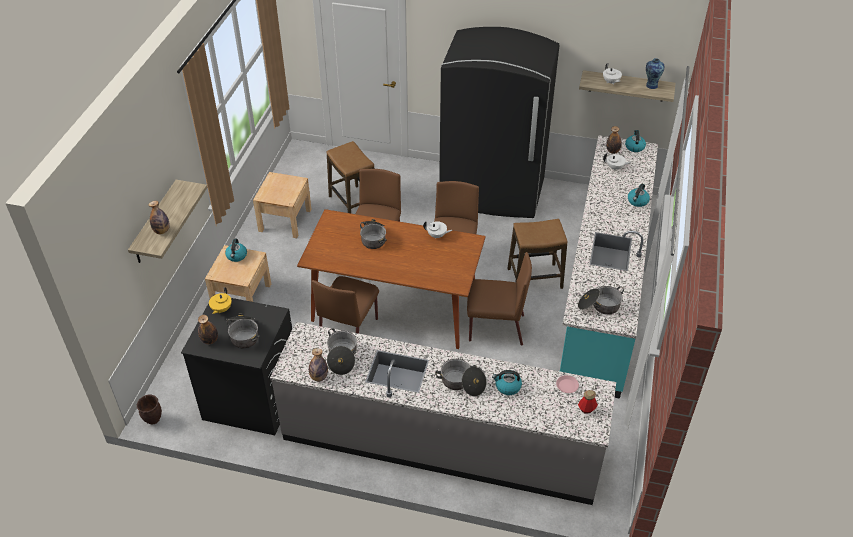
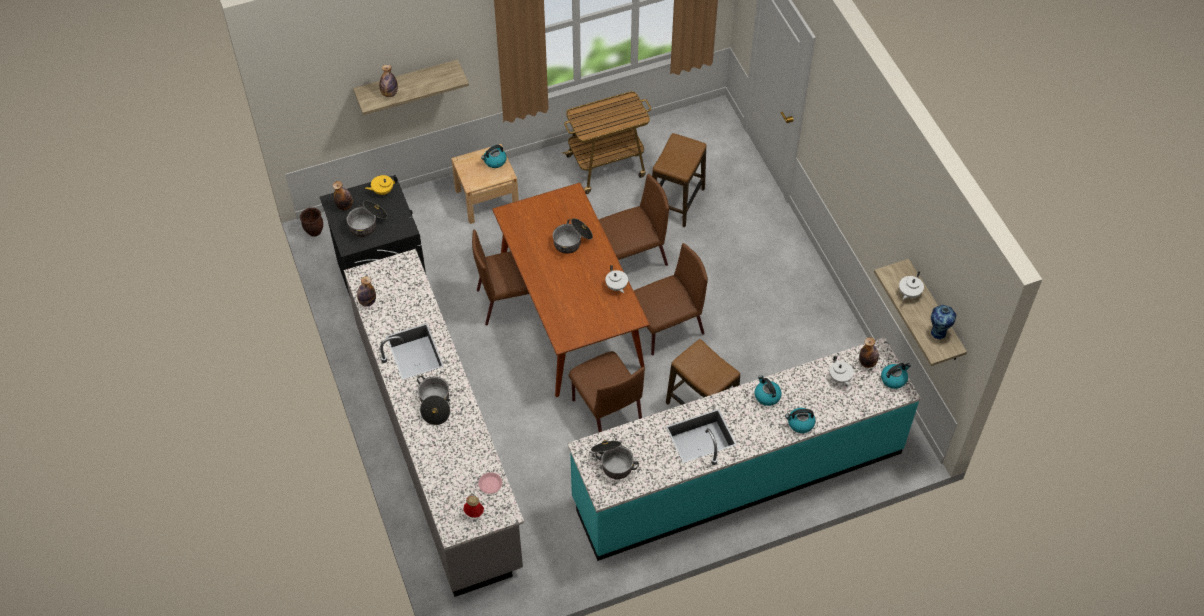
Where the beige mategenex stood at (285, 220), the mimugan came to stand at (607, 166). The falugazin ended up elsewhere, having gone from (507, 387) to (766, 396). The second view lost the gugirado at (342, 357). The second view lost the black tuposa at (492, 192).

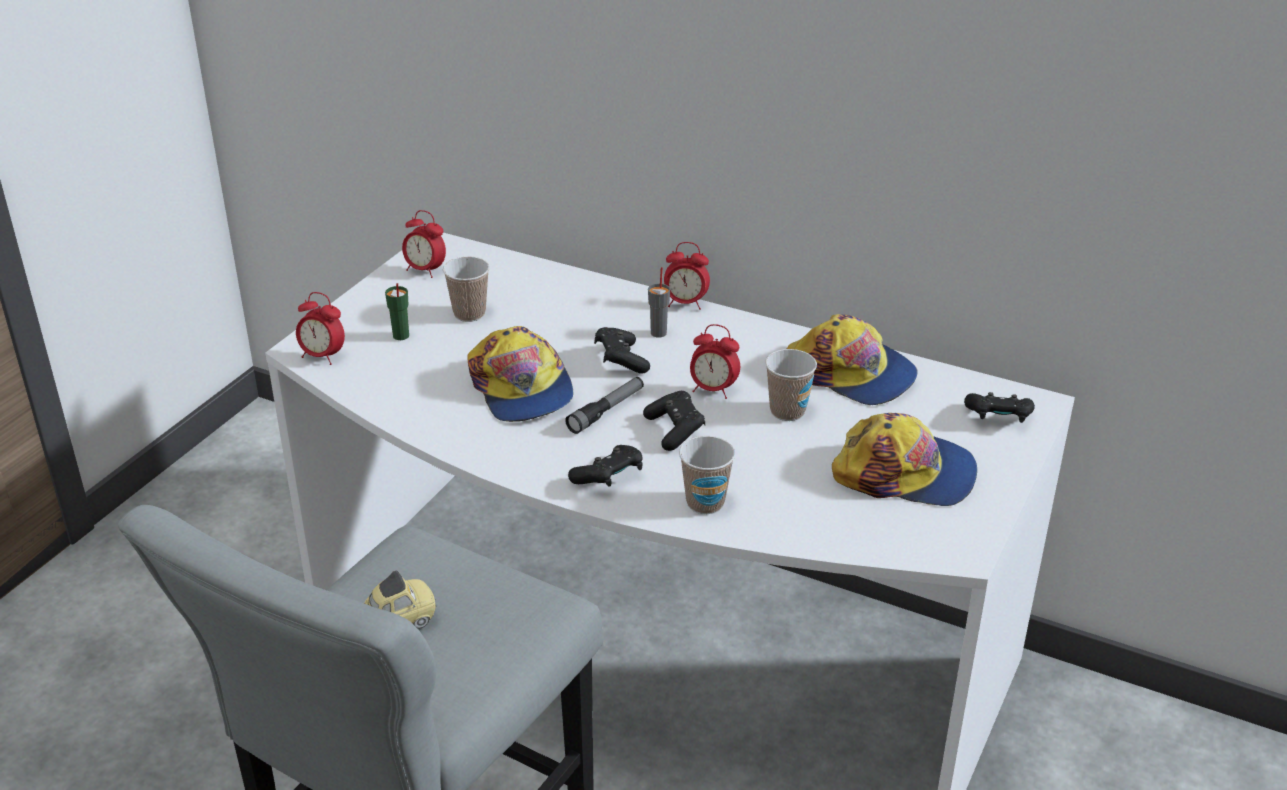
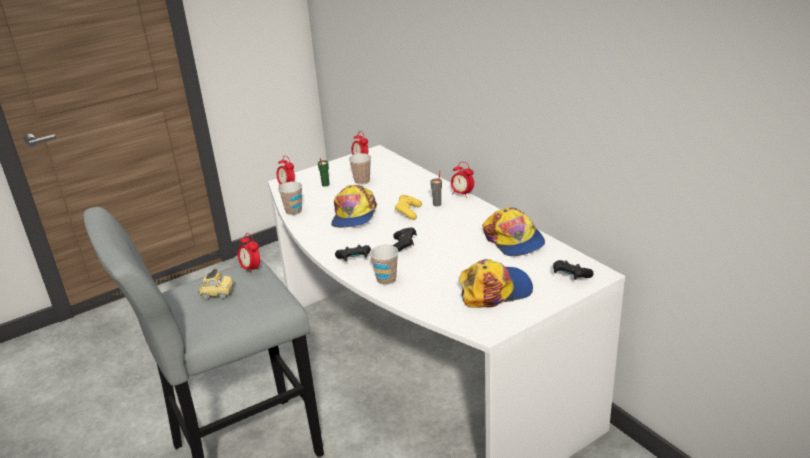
The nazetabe ended up elsewhere, having gone from (713, 390) to (251, 269). The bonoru ended up elsewhere, having gone from (787, 411) to (293, 211). What was the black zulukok at (620, 361) turned into the yellow zulukok at (408, 212). The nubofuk at (905, 473) ended up facing another way, 60 degrees counterclockwise from before. The second view lost the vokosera at (606, 411).

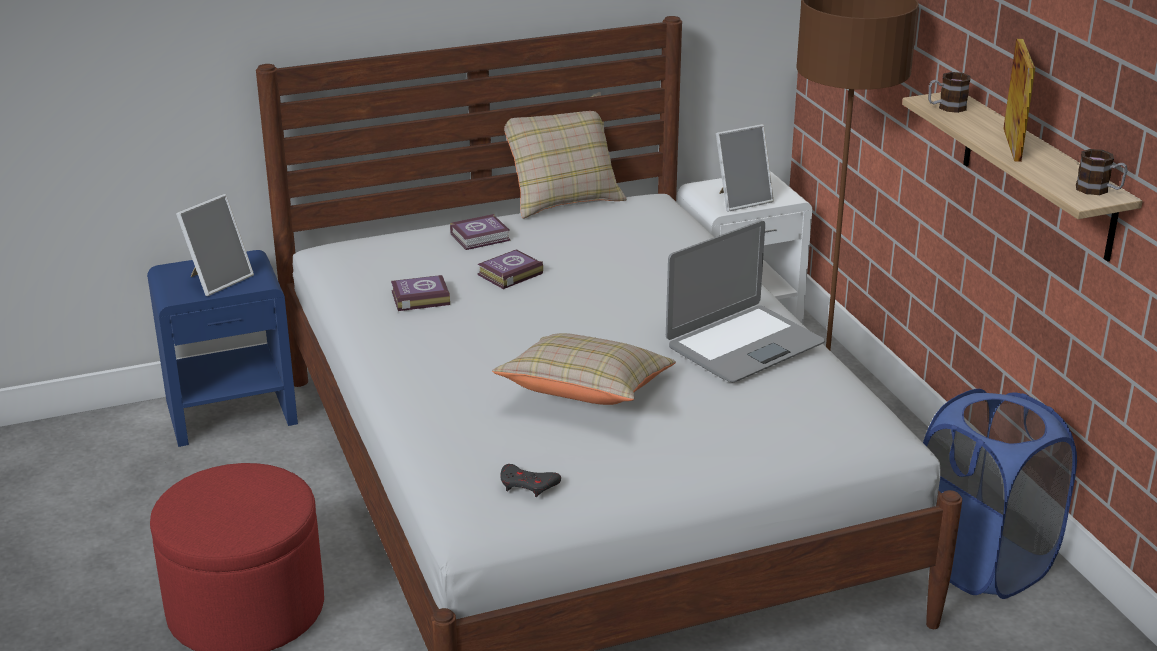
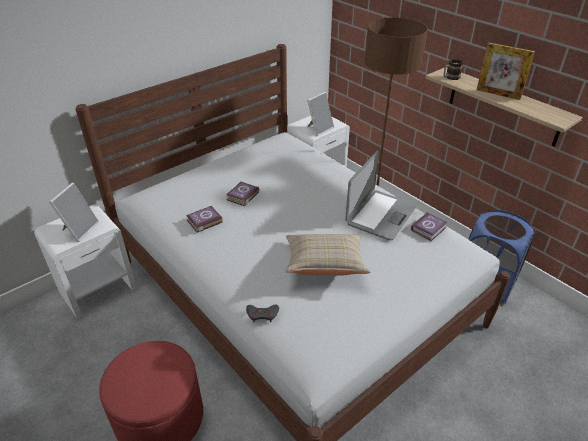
What was the blue mategenex at (232, 412) turned into the white mategenex at (98, 289). The grey zulukok ended up elsewhere, having gone from (528, 485) to (262, 314). The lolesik ended up elsewhere, having gone from (482, 237) to (429, 229). The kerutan at (1012, 144) ended up facing another way, 135 degrees clockwise from before. The second view lost the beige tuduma at (562, 199). The second view lost the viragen at (1099, 190).

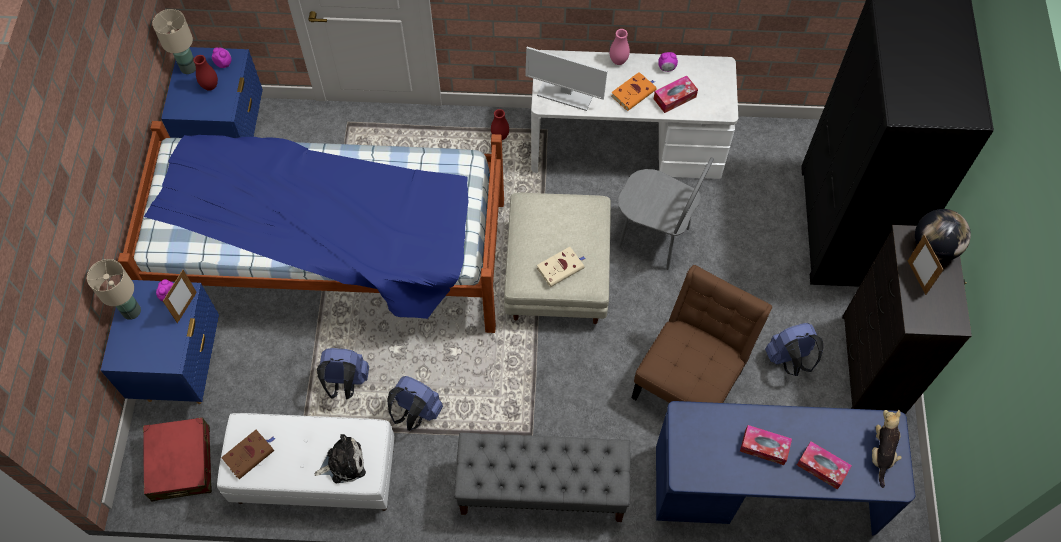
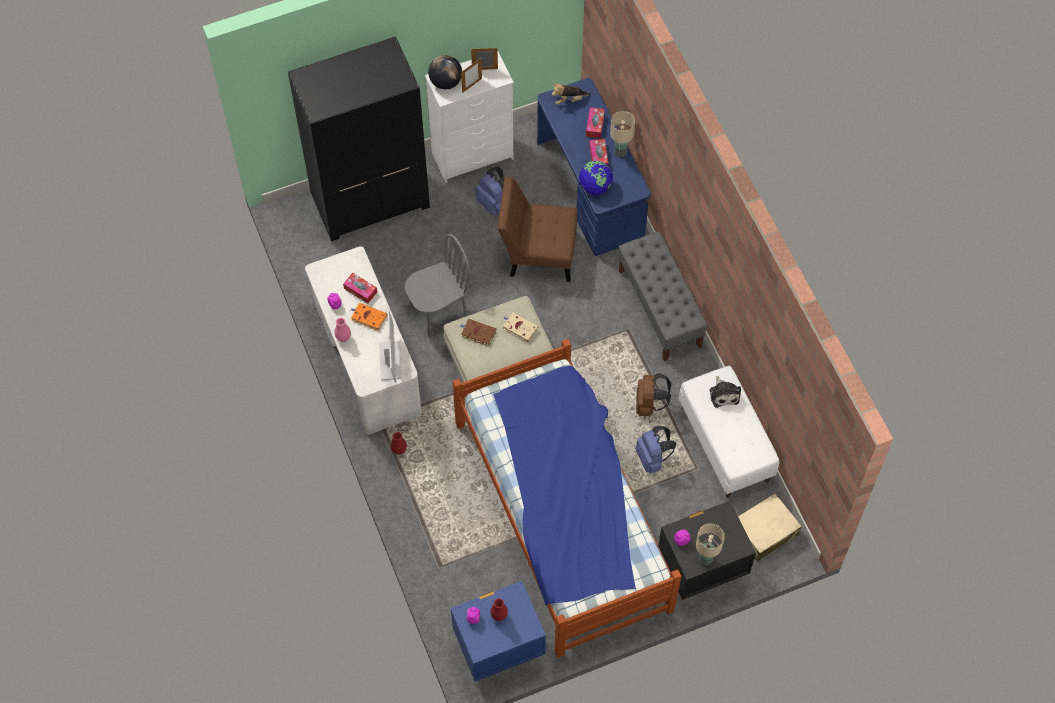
The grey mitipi at (653, 238) ended up facing another way, 60 degrees clockwise from before. What was the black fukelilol at (872, 365) turned into the white fukelilol at (473, 156). The brown lolesik ended up elsewhere, having gone from (250, 454) to (477, 333). The kerutan ended up elsewhere, having gone from (186, 307) to (485, 69). The second view gained the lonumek at (595, 186). The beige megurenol ended up elsewhere, having gone from (188, 68) to (620, 152). What was the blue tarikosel at (416, 412) turned into the brown tarikosel at (649, 404). What was the blue mategenex at (182, 369) turned into the black mategenex at (701, 570). The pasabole at (343, 463) ended up facing another way, 150 degrees counterclockwise from before. What was the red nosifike at (181, 463) turned into the beige nosifike at (764, 531).

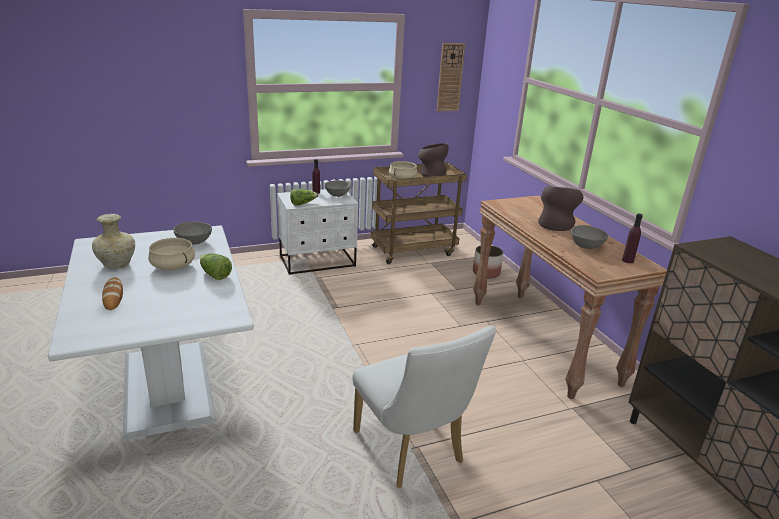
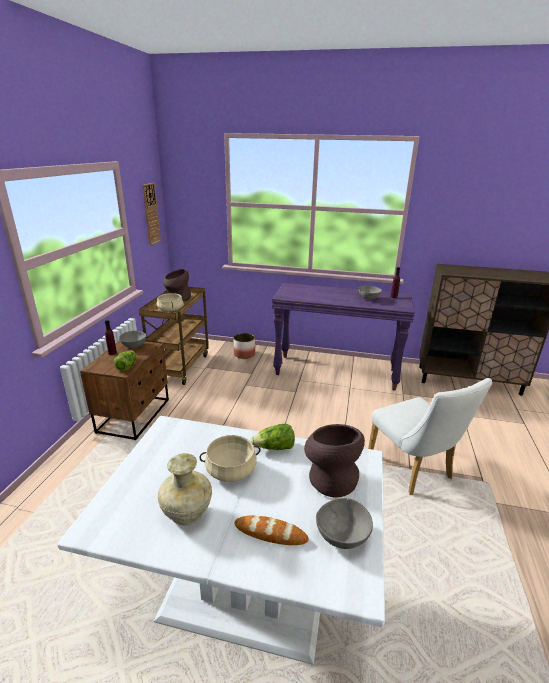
What was the white mategenex at (318, 262) turned into the brown mategenex at (135, 416). What was the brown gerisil at (543, 340) turned into the purple gerisil at (336, 372). The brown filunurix ended up elsewhere, having gone from (555, 224) to (330, 477). The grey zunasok ended up elsewhere, having gone from (193, 242) to (341, 536). The white mitipi at (412, 451) ended up facing another way, 60 degrees clockwise from before.

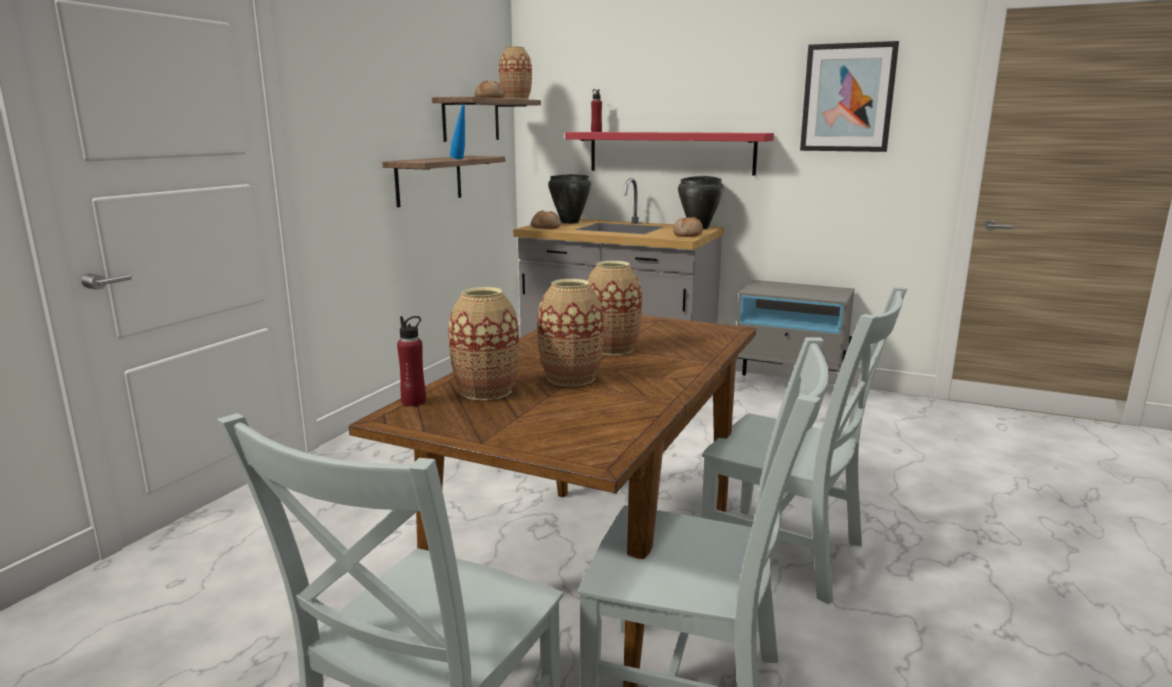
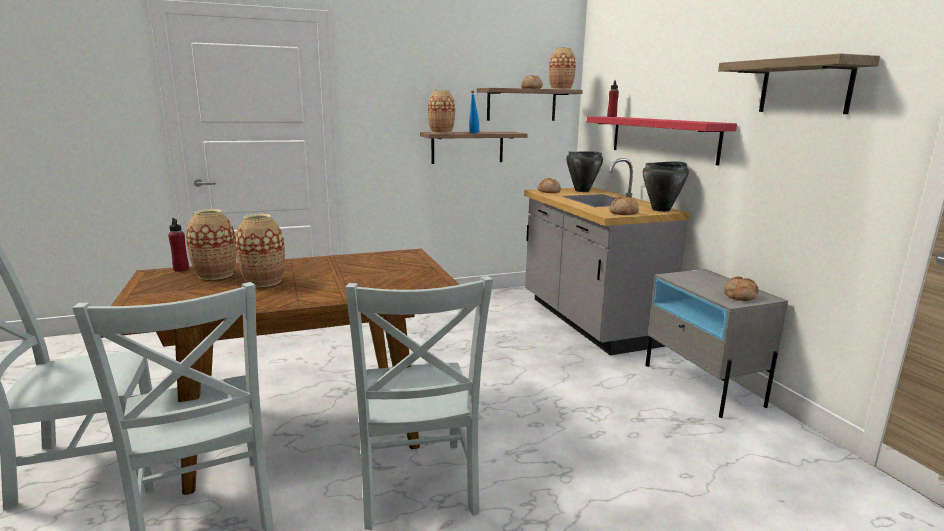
The filunurix ended up elsewhere, having gone from (612, 348) to (441, 132). Where the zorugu hung at (847, 98), the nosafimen came to hang at (805, 87). The second view gained the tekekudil at (739, 296).

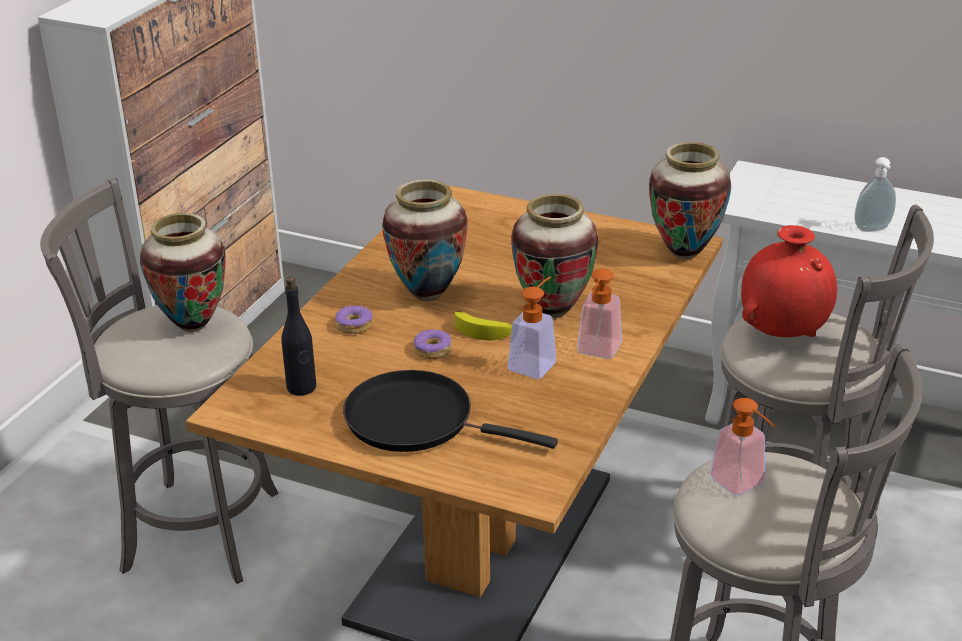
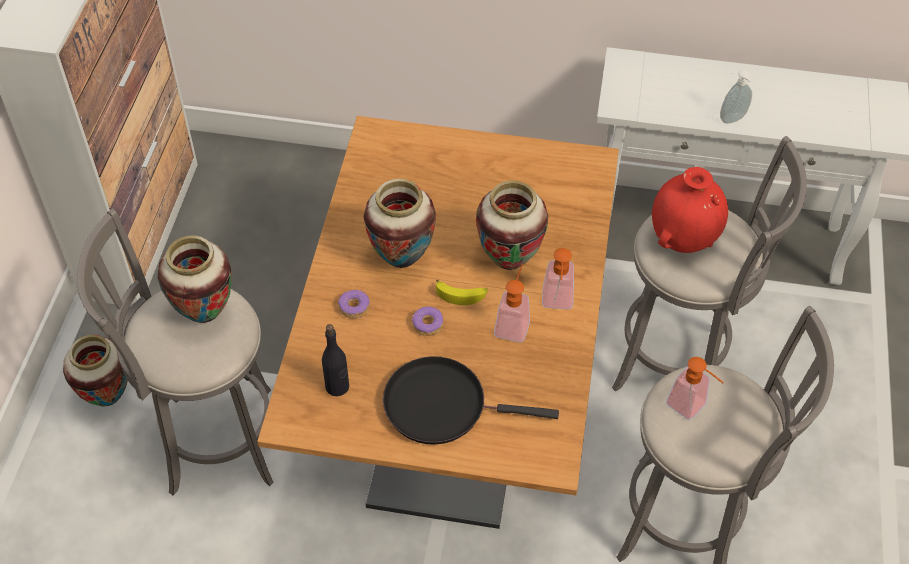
The filunurix ended up elsewhere, having gone from (684, 253) to (108, 398).

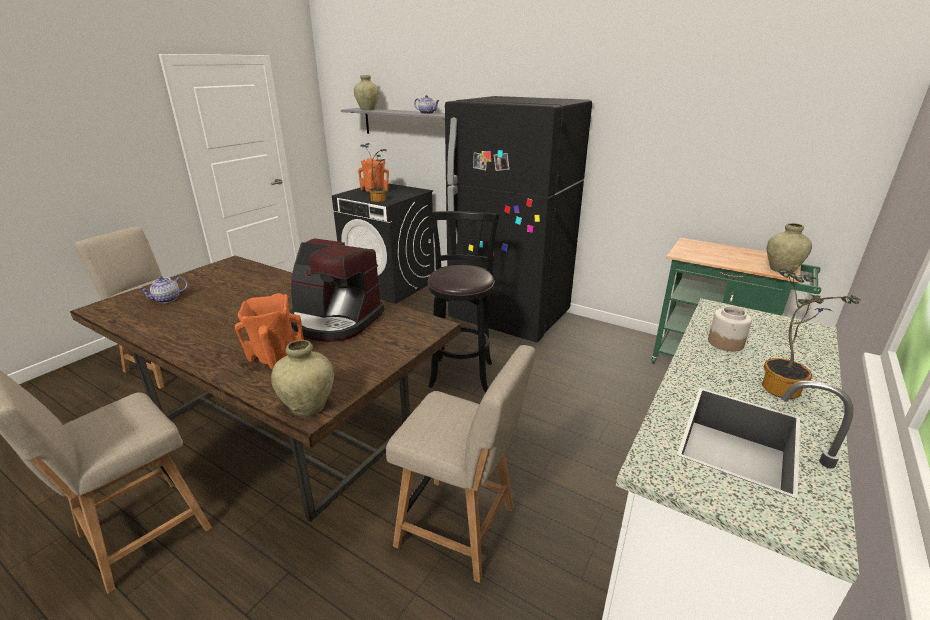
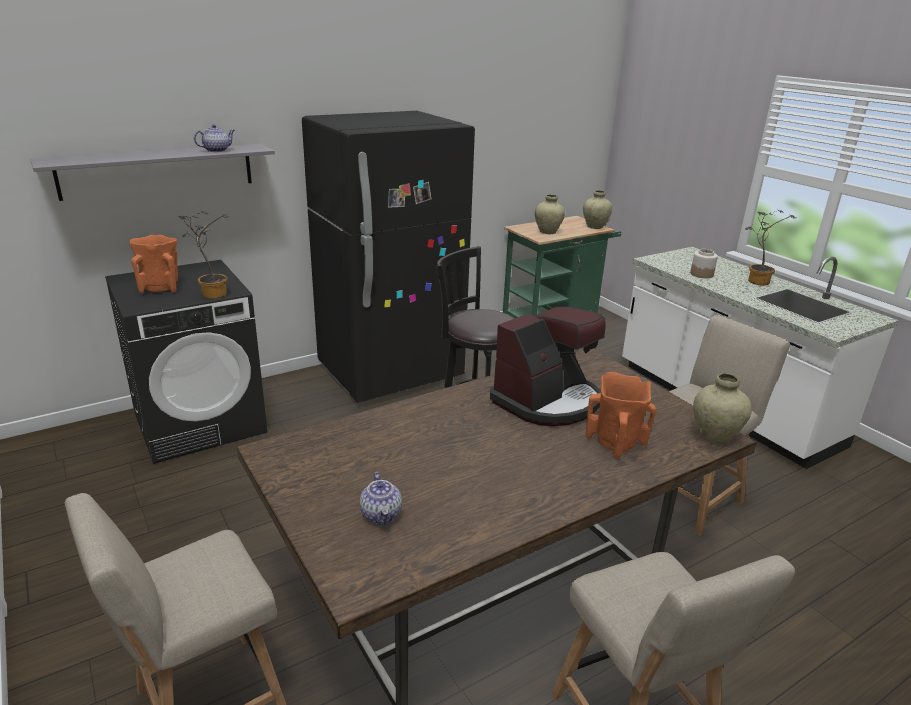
The beige filunurix ended up elsewhere, having gone from (368, 109) to (547, 232).

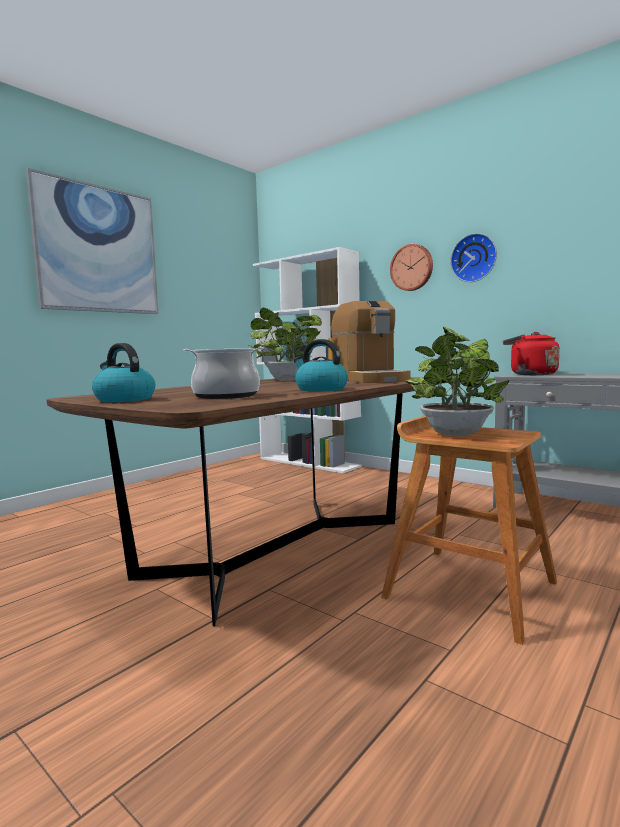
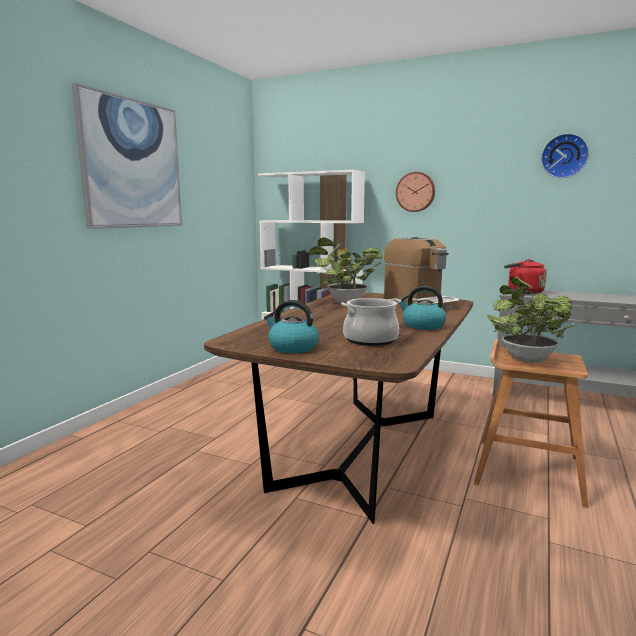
The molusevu ended up elsewhere, having gone from (474, 258) to (564, 156).

